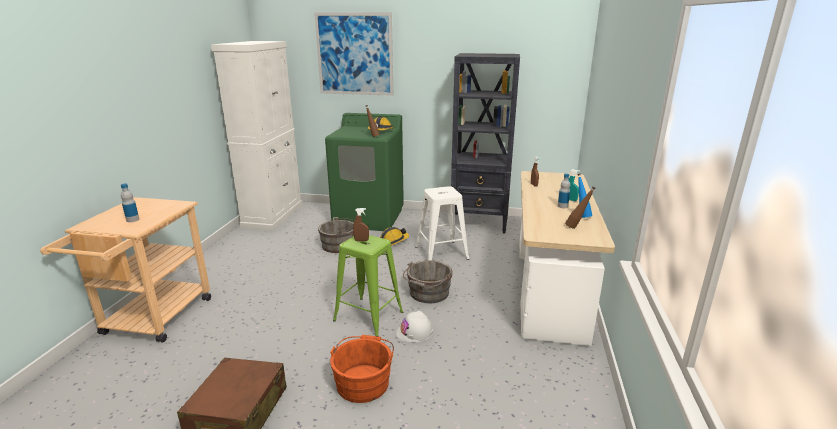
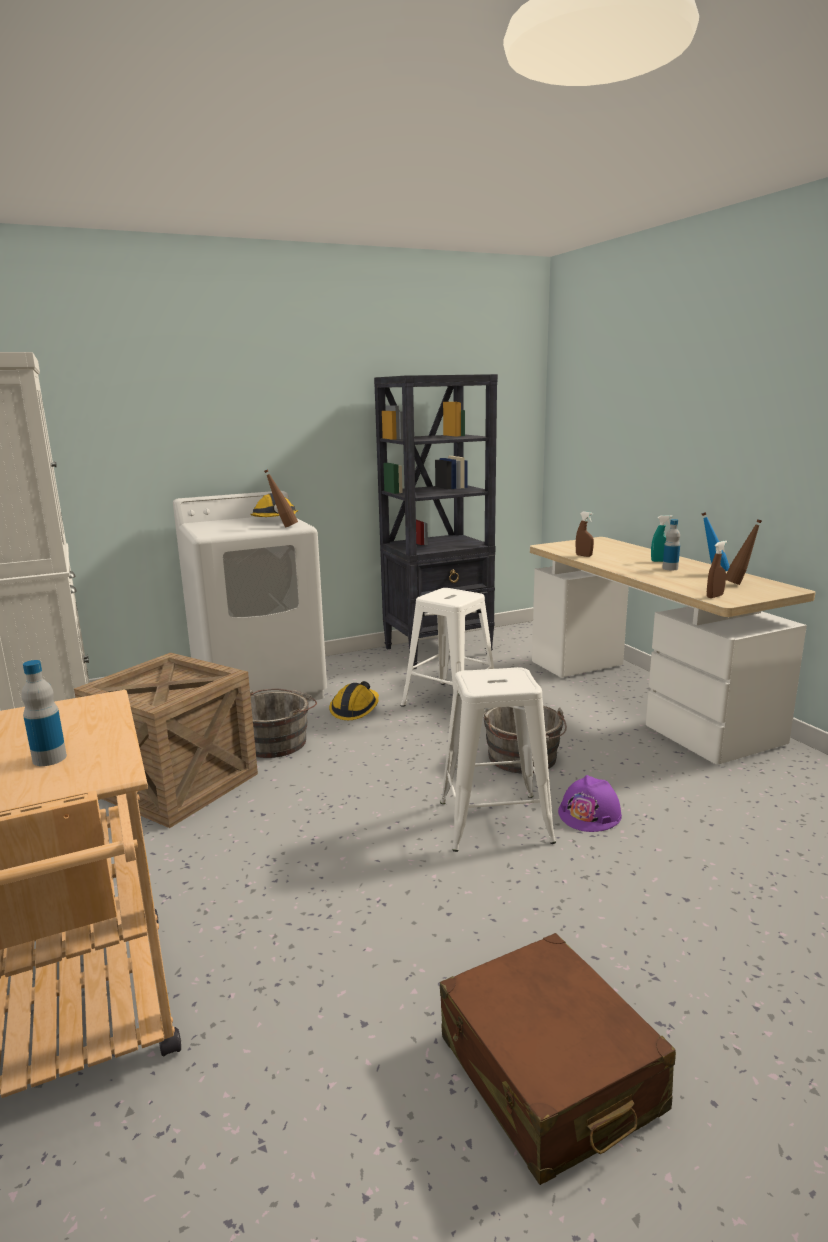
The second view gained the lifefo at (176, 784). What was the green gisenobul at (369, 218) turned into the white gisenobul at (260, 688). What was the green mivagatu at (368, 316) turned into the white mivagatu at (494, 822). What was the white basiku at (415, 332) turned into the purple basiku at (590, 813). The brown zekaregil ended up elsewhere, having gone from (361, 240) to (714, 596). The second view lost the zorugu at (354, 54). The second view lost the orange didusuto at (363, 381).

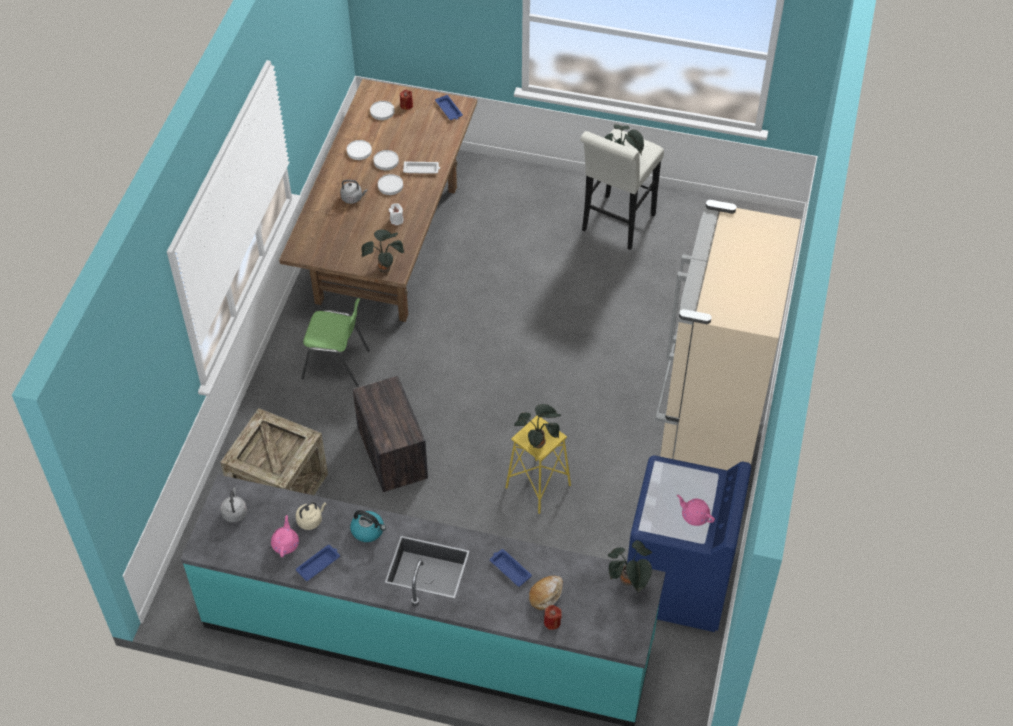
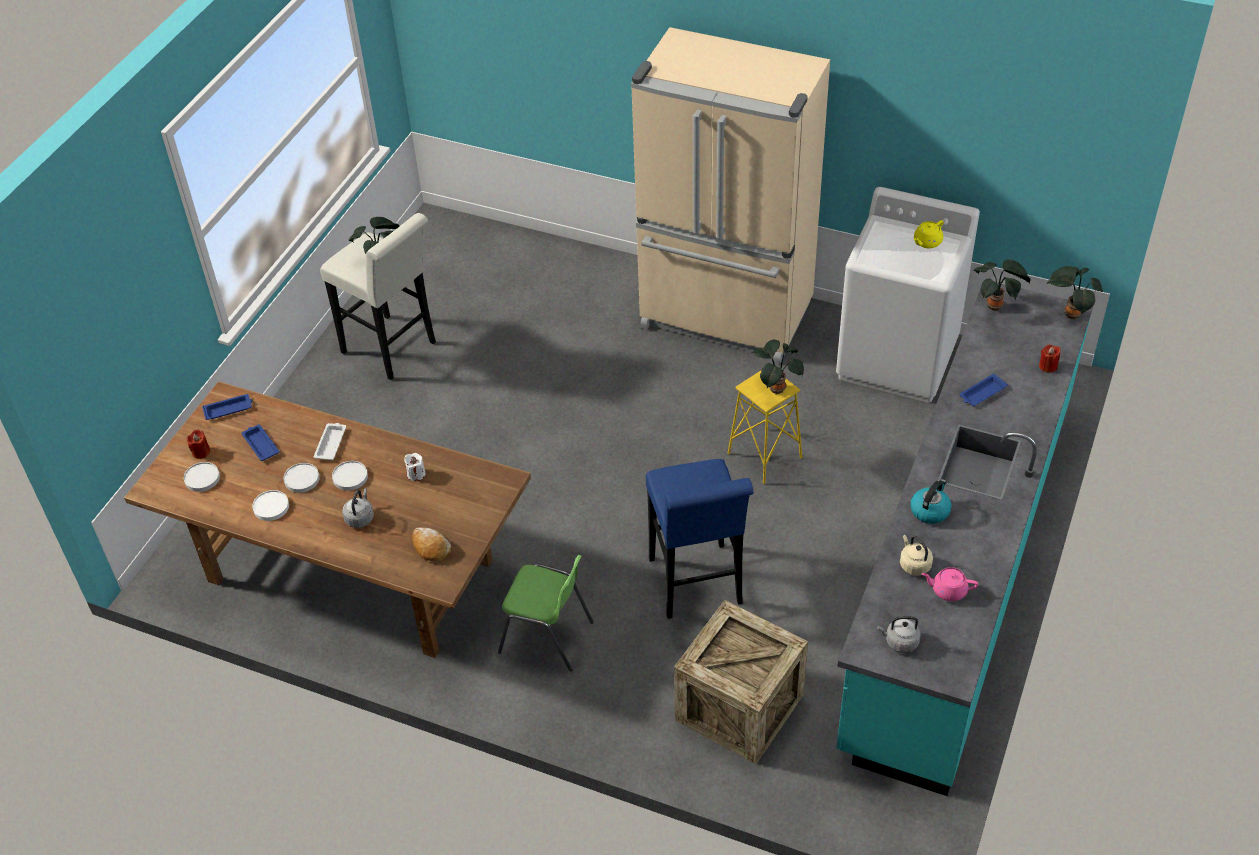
The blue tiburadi ended up elsewhere, having gone from (319, 564) to (260, 444). The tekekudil ended up elsewhere, having gone from (546, 594) to (431, 548). The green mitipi at (336, 364) ended up facing another way, 90 degrees clockwise from before. Where the lifefo stood at (391, 451), the blue mivagatu came to stand at (697, 587). What was the blue gisenobul at (678, 583) turned into the white gisenobul at (898, 359). What was the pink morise at (694, 516) turned into the yellow morise at (927, 242). The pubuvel ended up elsewhere, having gone from (385, 267) to (1070, 314).

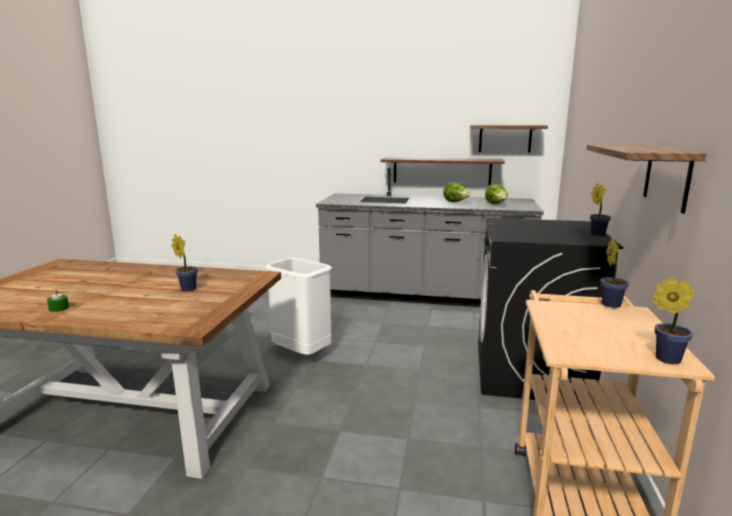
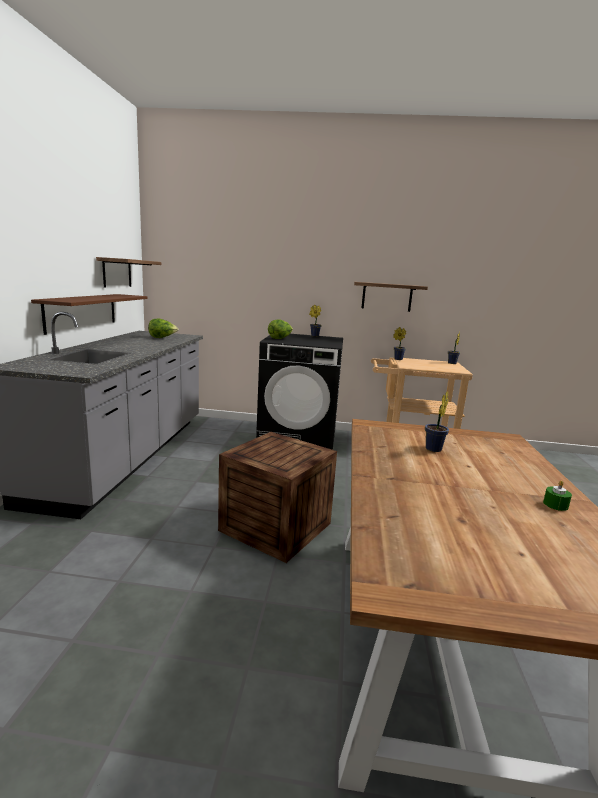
Where the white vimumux stood at (302, 355), the lifefo came to stand at (275, 527). The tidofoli ended up elsewhere, having gone from (456, 202) to (280, 338).

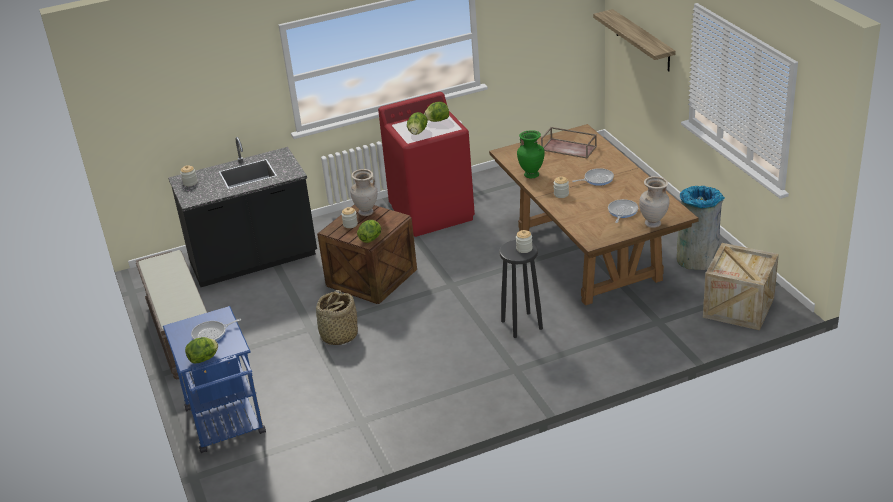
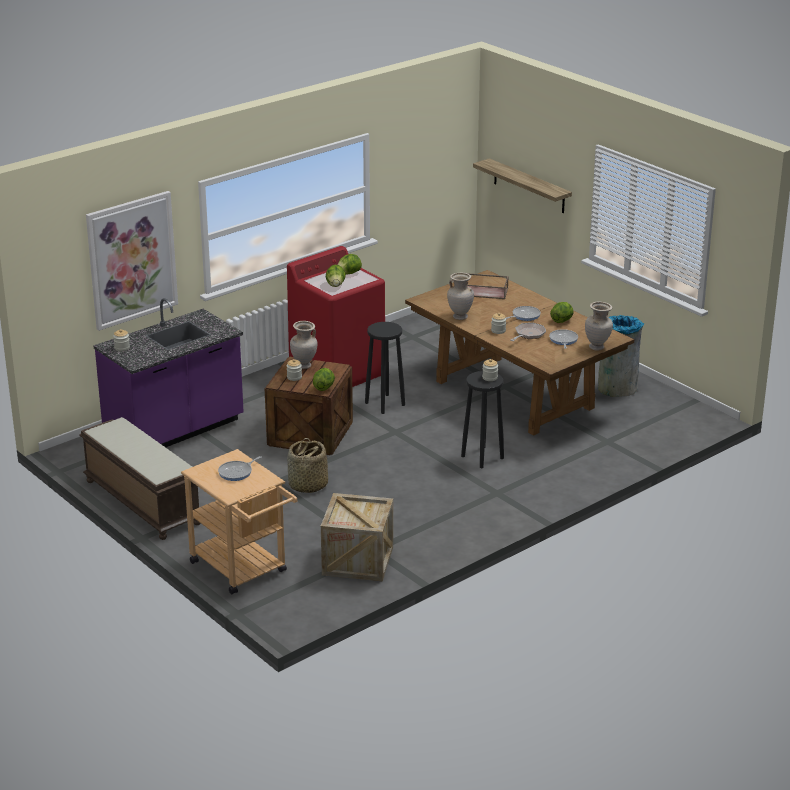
The second view gained the zorugu at (132, 260). What was the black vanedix at (254, 261) turned into the purple vanedix at (175, 431). What was the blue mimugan at (227, 426) turned into the beige mimugan at (243, 570). The lifefo ended up elsewhere, having gone from (738, 307) to (357, 561). The second view gained the black mivagatu at (384, 403). What was the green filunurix at (531, 175) turned into the beige filunurix at (460, 317). The second view gained the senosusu at (528, 334). The tidofoli ended up elsewhere, having gone from (204, 359) to (562, 320).

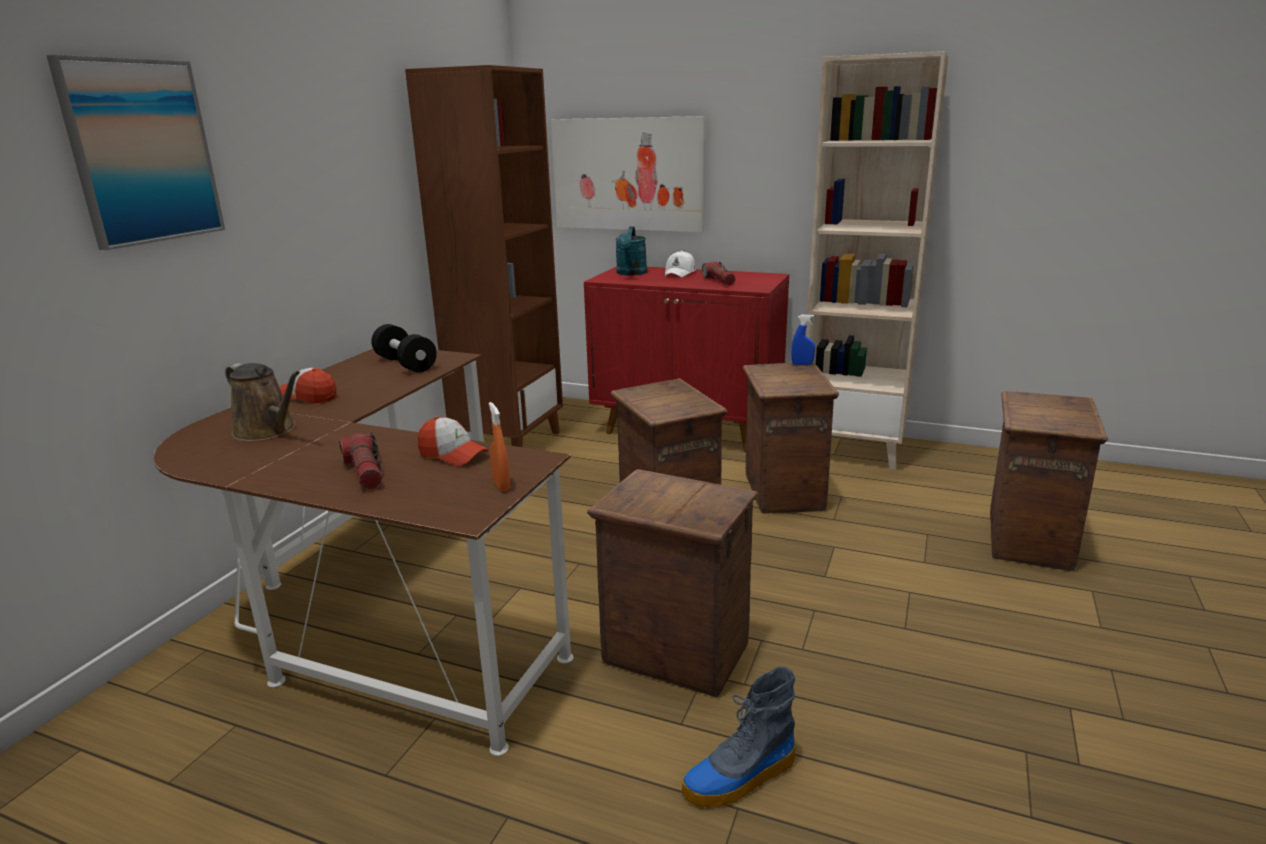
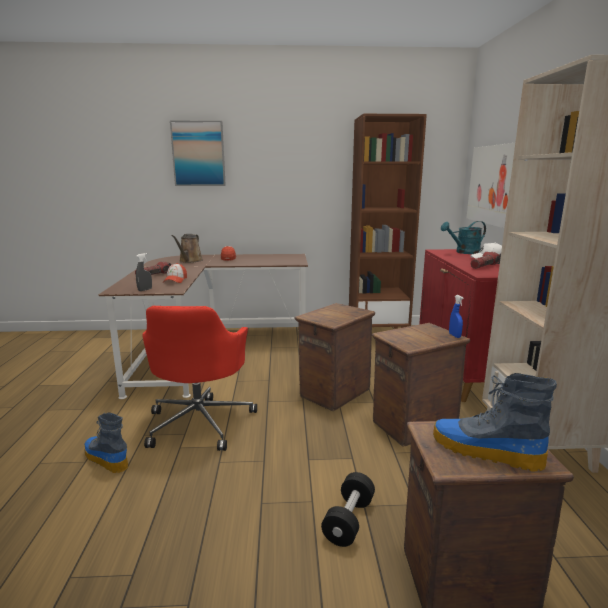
What was the orange zekaregil at (501, 485) turned into the grey zekaregil at (145, 290). Where the lifefo stood at (675, 652), the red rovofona came to stand at (200, 422). The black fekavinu ended up elsewhere, having gone from (405, 364) to (349, 520). The second view gained the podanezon at (484, 451).

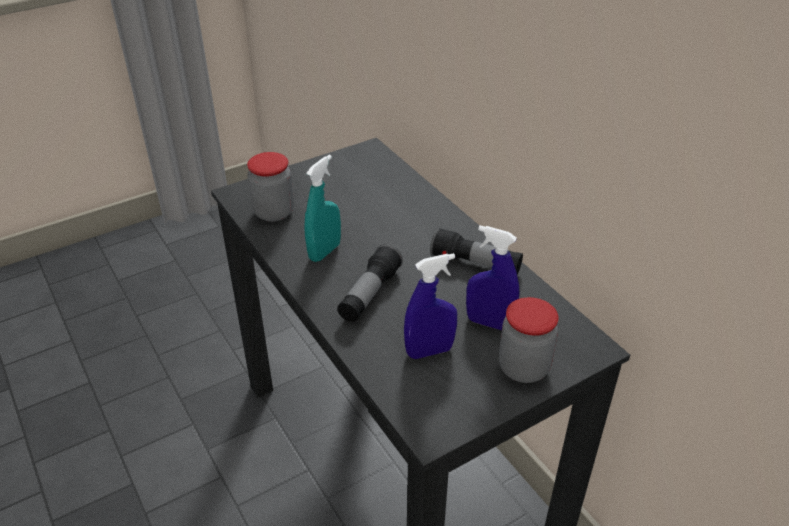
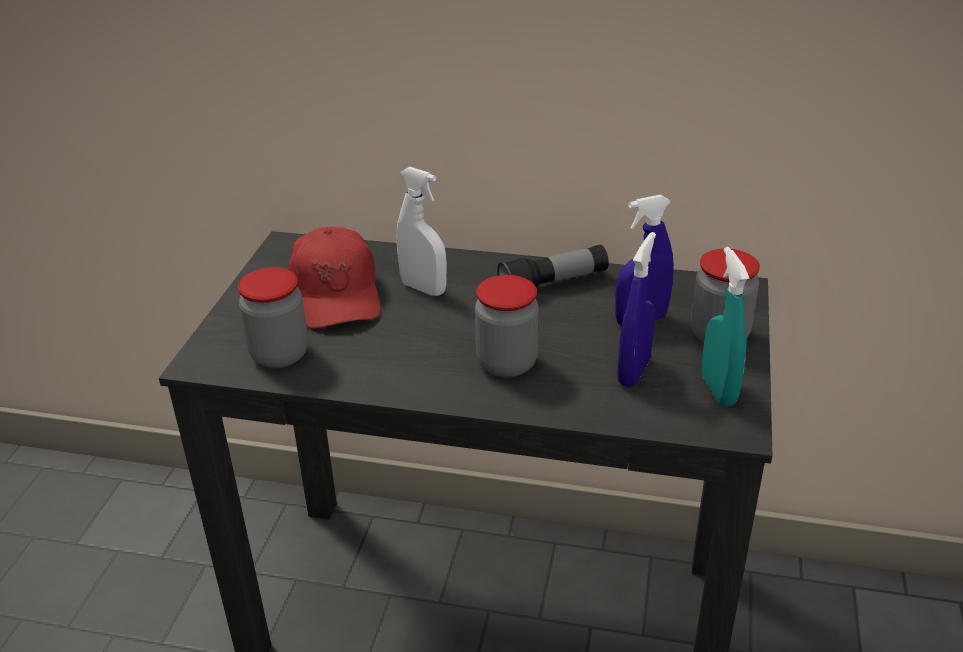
The second view gained the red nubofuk at (336, 294). The second view gained the white zekaregil at (423, 288). Where the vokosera stood at (369, 294), the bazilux came to stand at (507, 363). The turquoise zekaregil ended up elsewhere, having gone from (324, 252) to (718, 390).

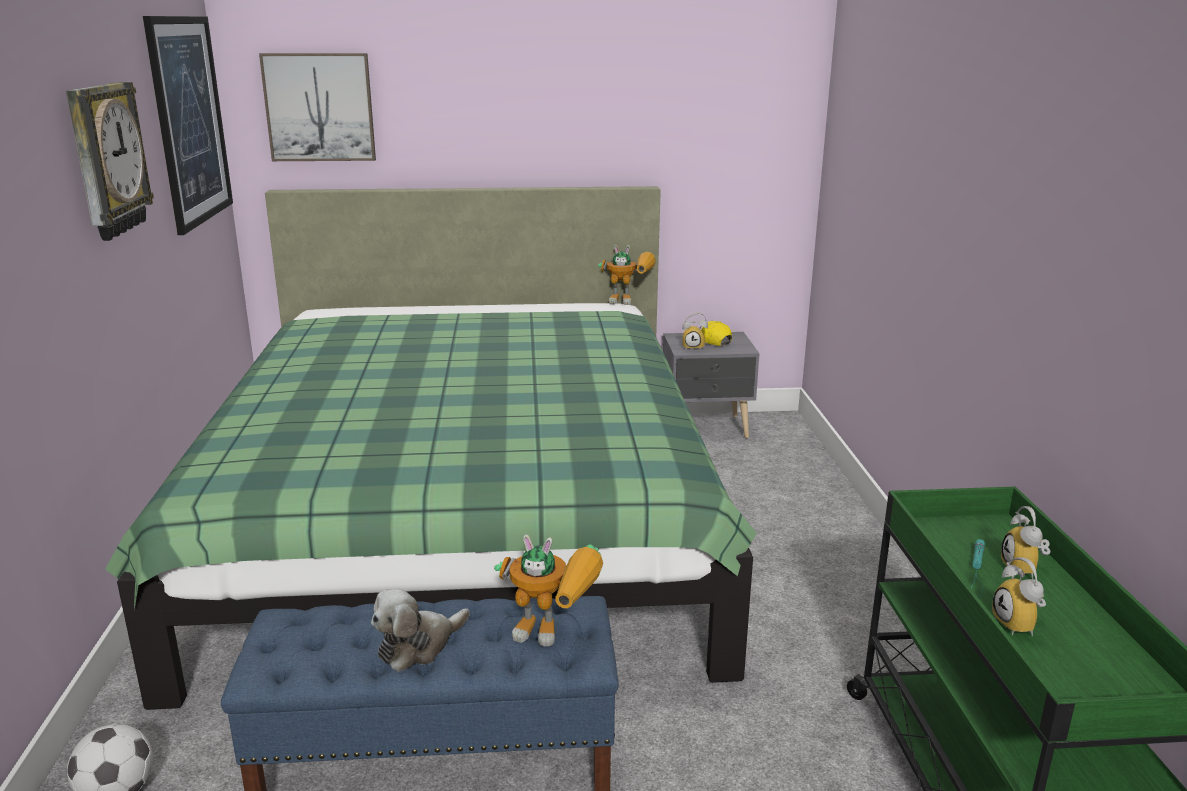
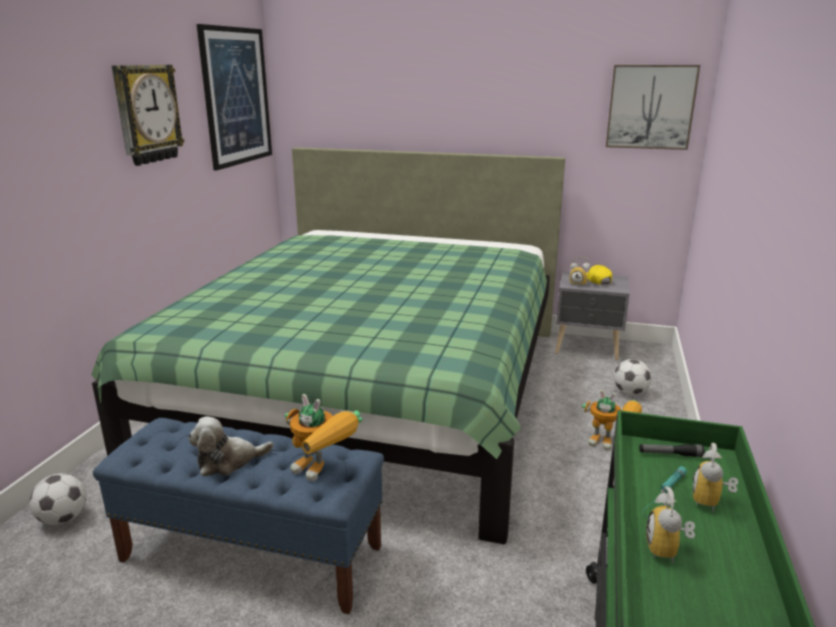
The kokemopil ended up elsewhere, having gone from (630, 301) to (611, 444). The zorugu ended up elsewhere, having gone from (319, 107) to (650, 107). The second view gained the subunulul at (630, 392). The second view gained the vokosera at (670, 454).

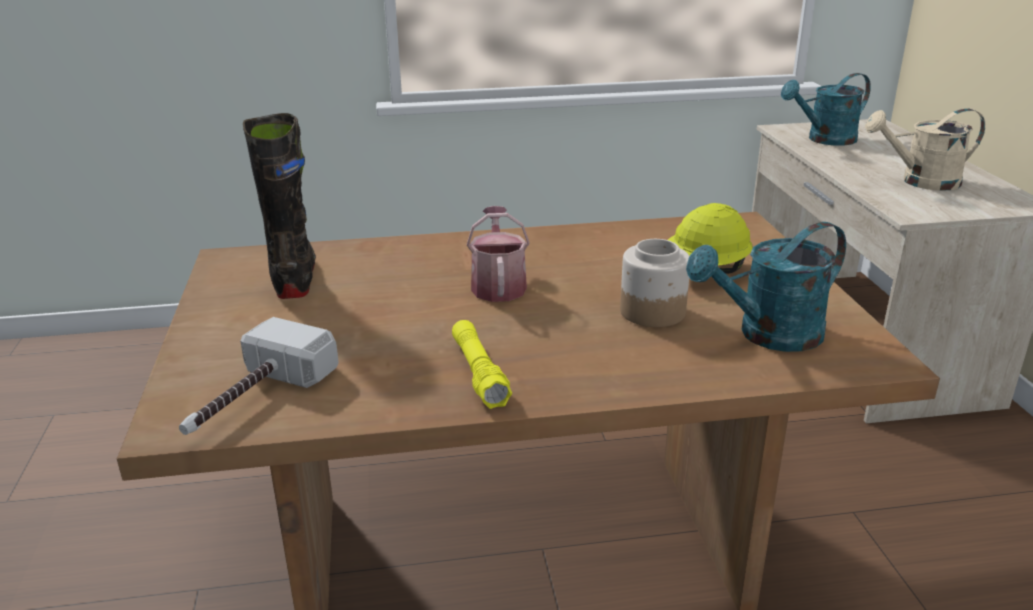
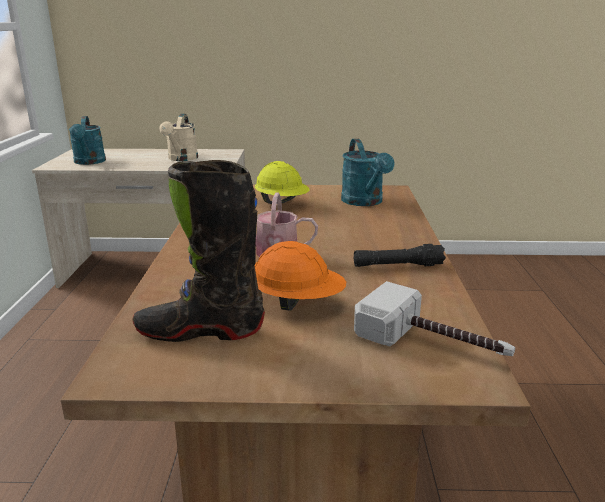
The second view gained the orange basiku at (298, 303). What was the yellow vokosera at (479, 373) turned into the black vokosera at (397, 266). The second view lost the bazilux at (651, 312).

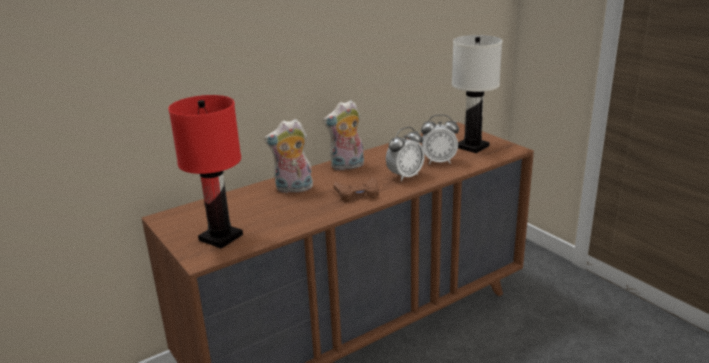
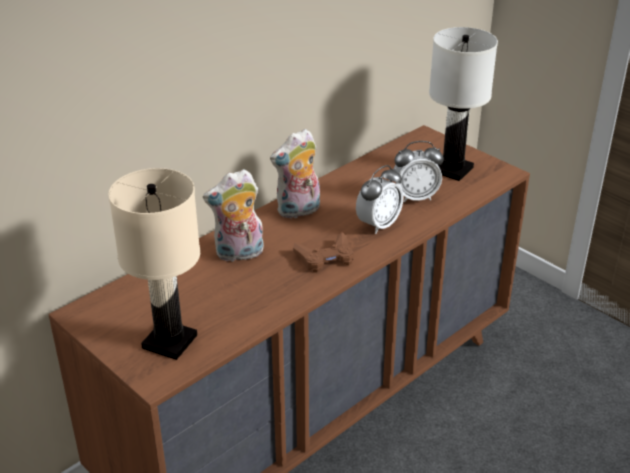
What was the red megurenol at (221, 237) turned into the beige megurenol at (170, 341).

